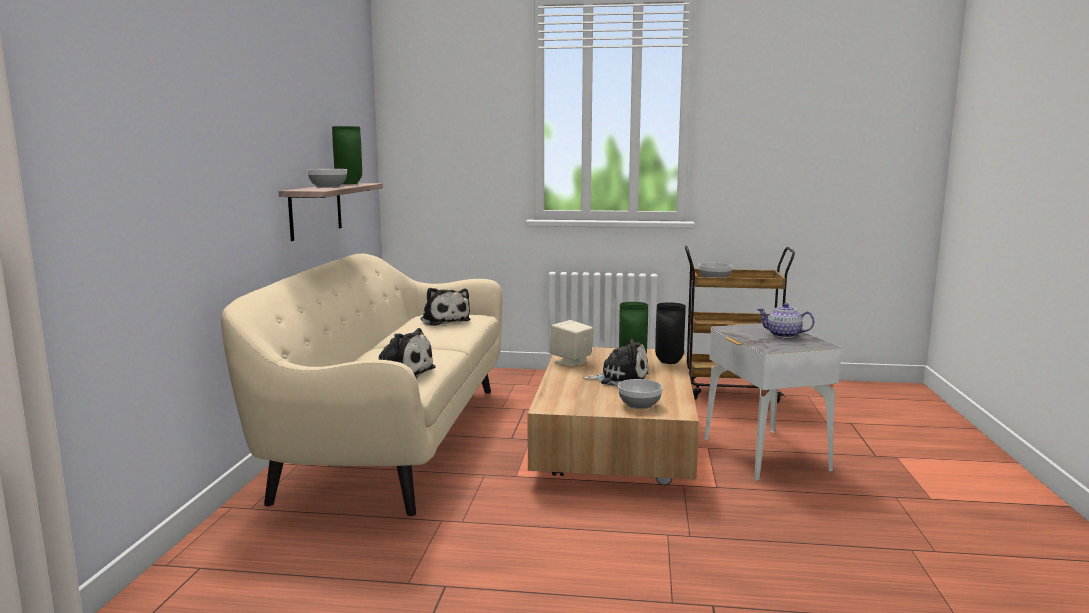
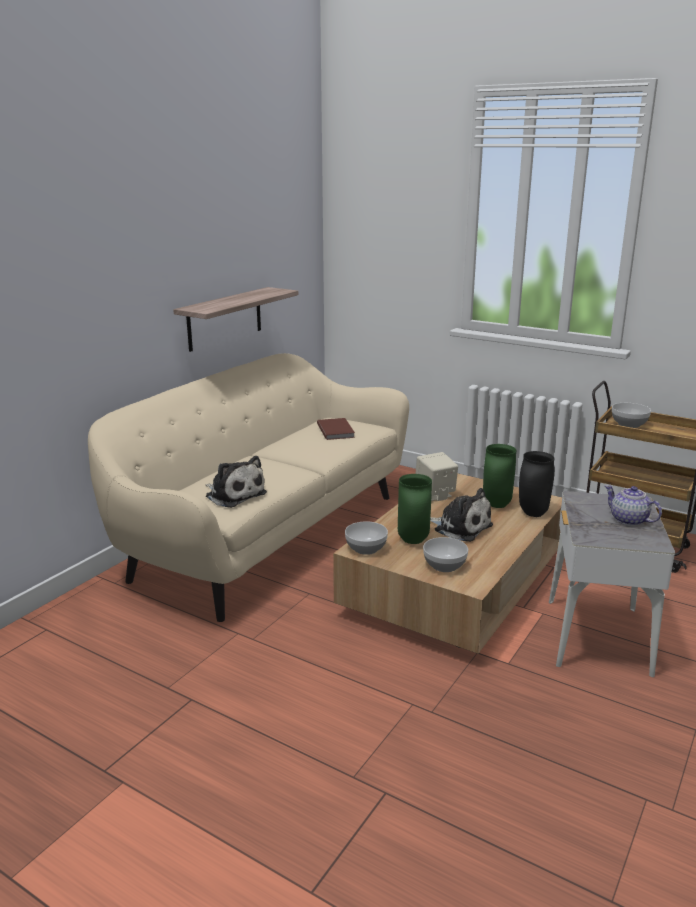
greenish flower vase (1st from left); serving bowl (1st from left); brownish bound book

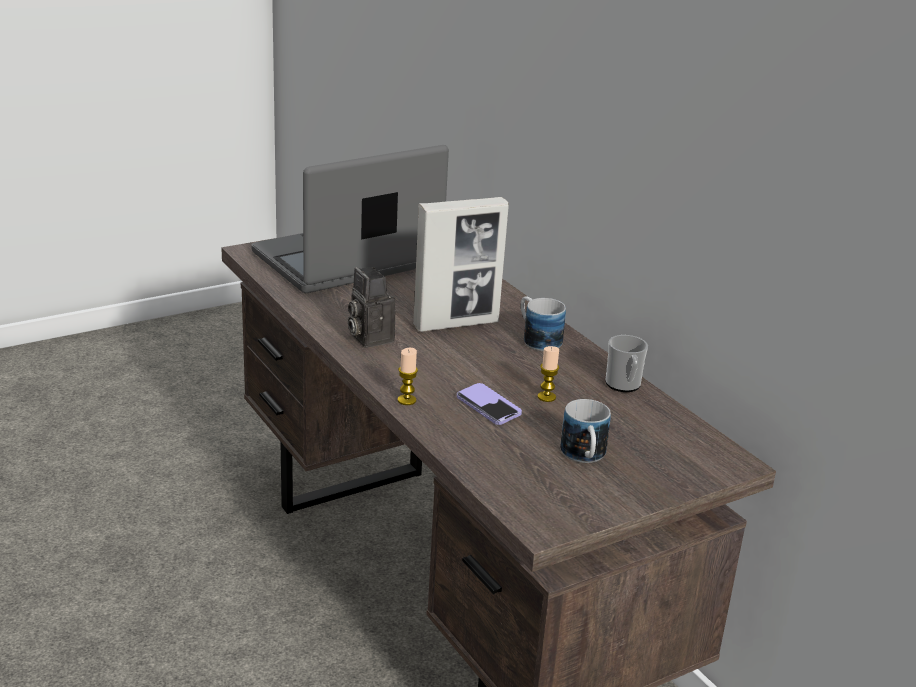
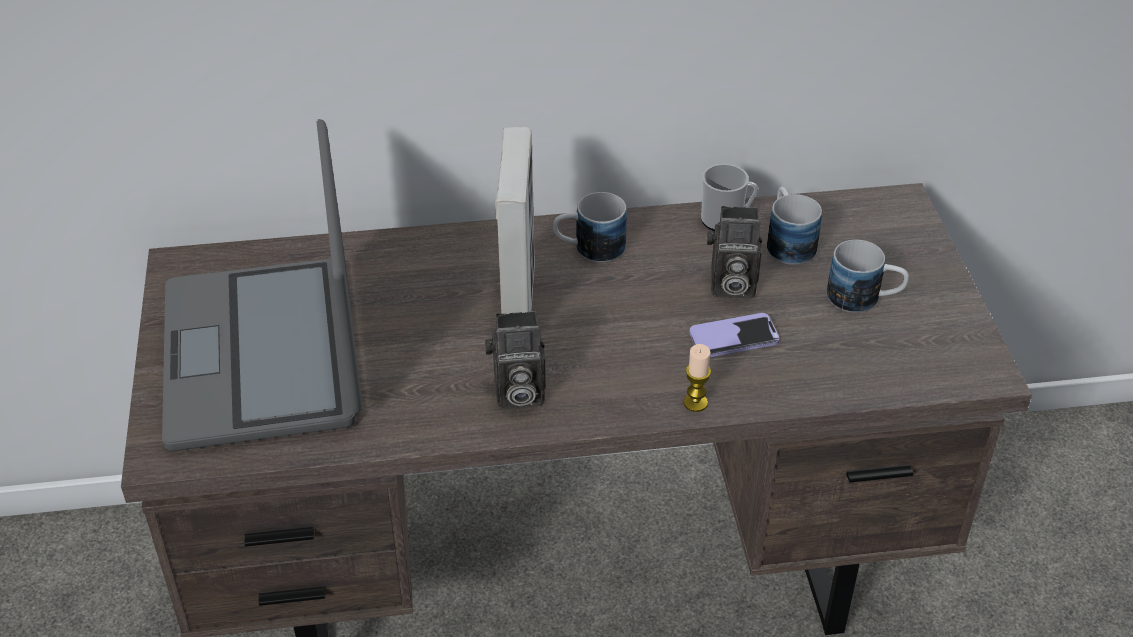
still camera (2nd from left); tea mug (3rd from left)

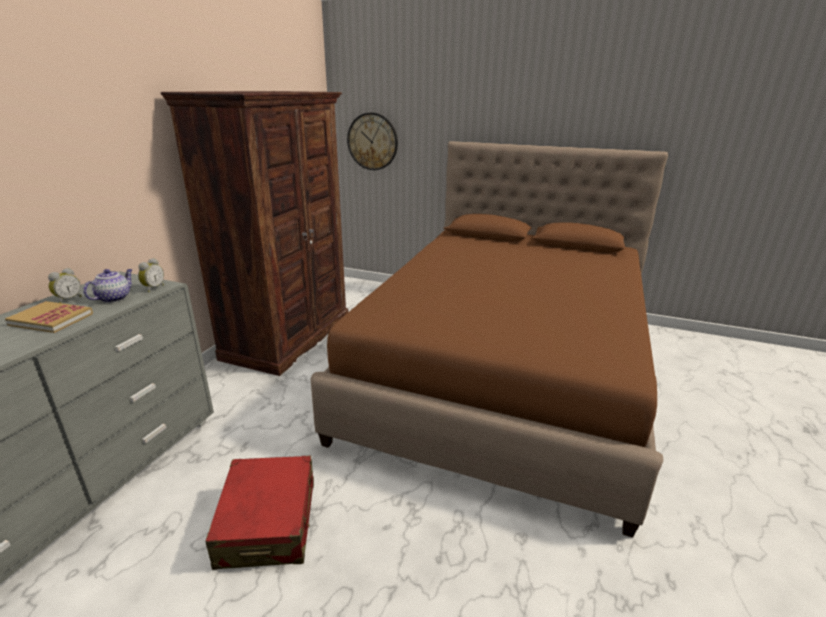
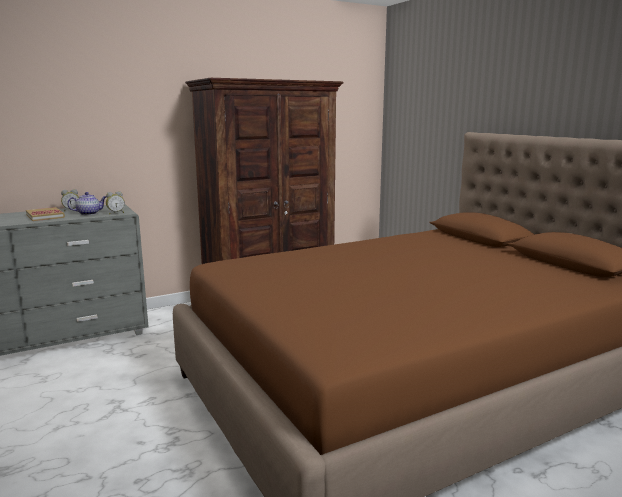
wall clock; reddish travel case

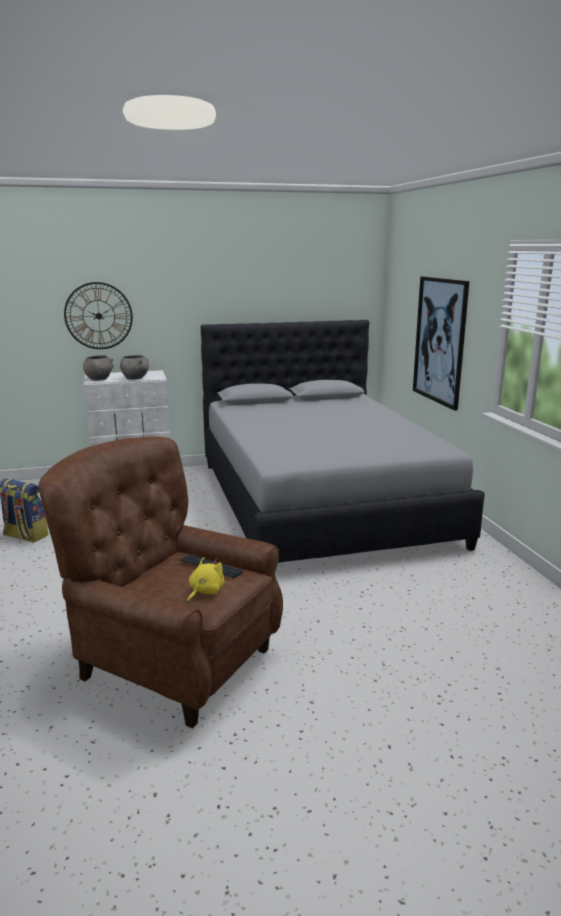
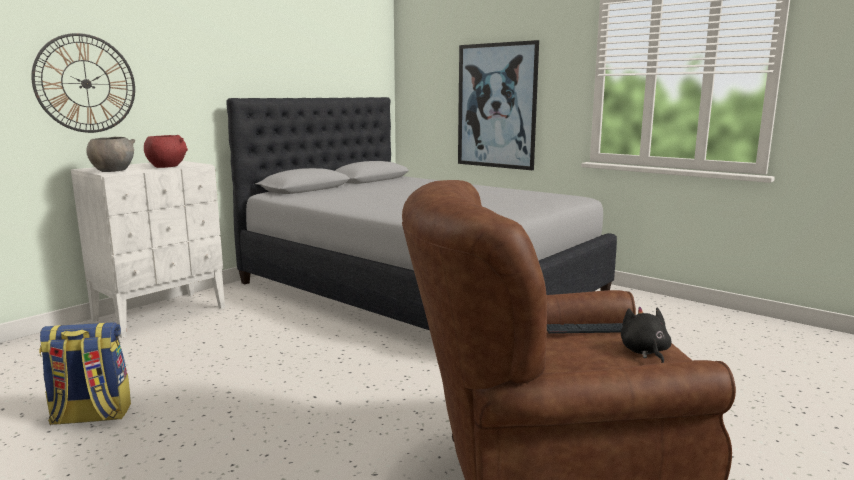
reddish serving bowl; black-coloured soft toy

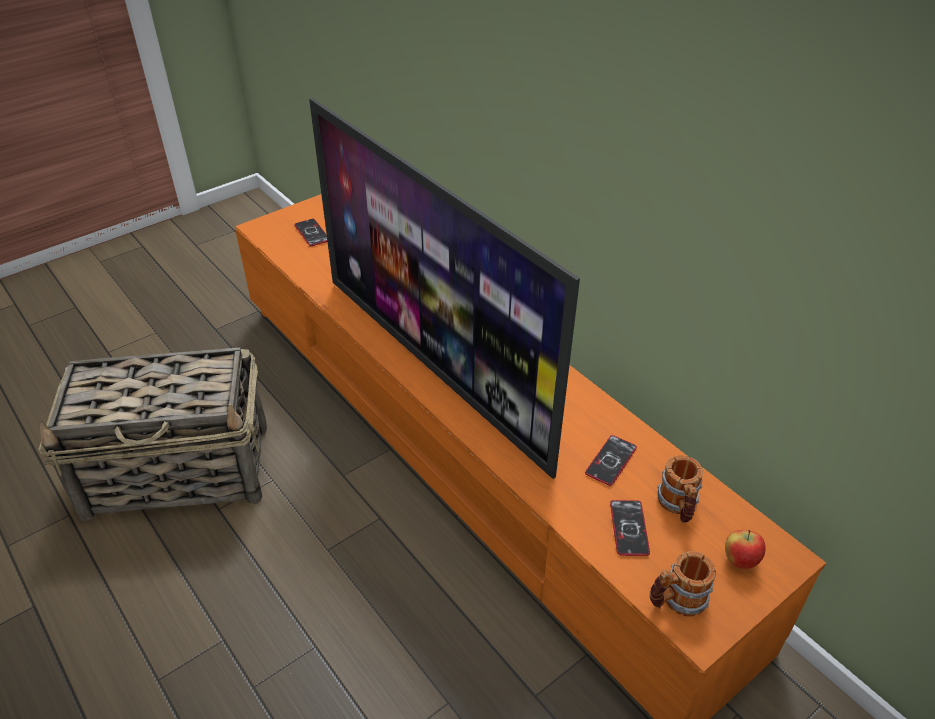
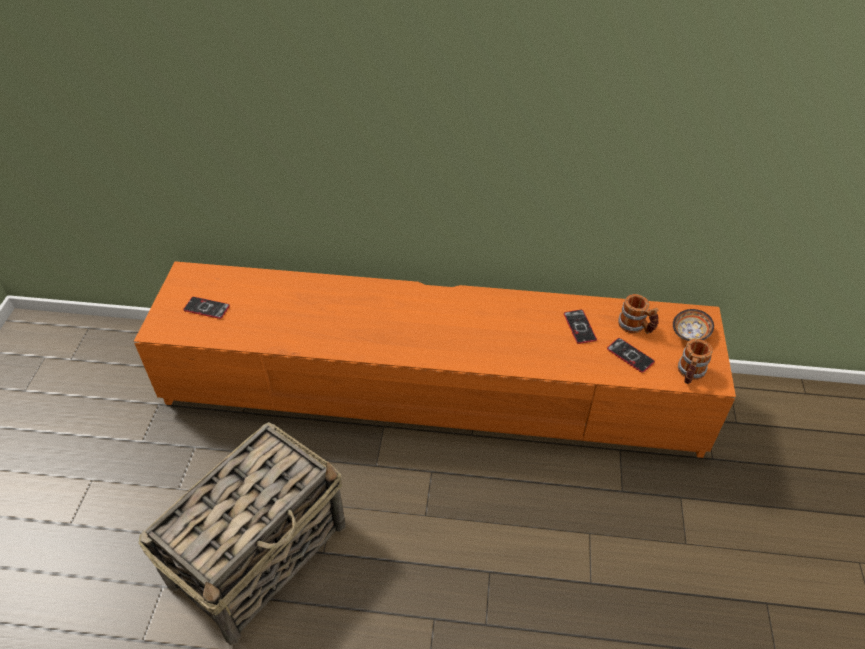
TV set; serving bowl

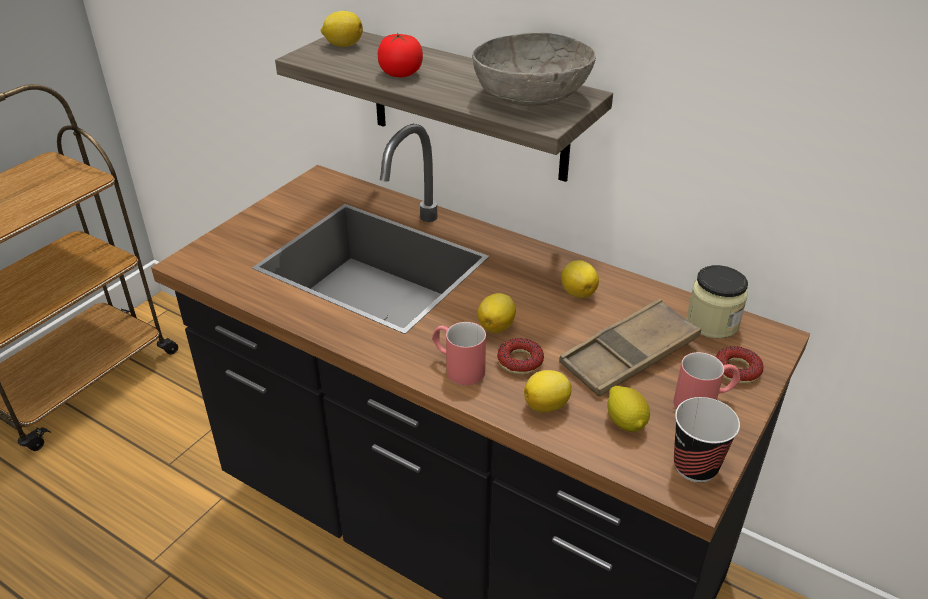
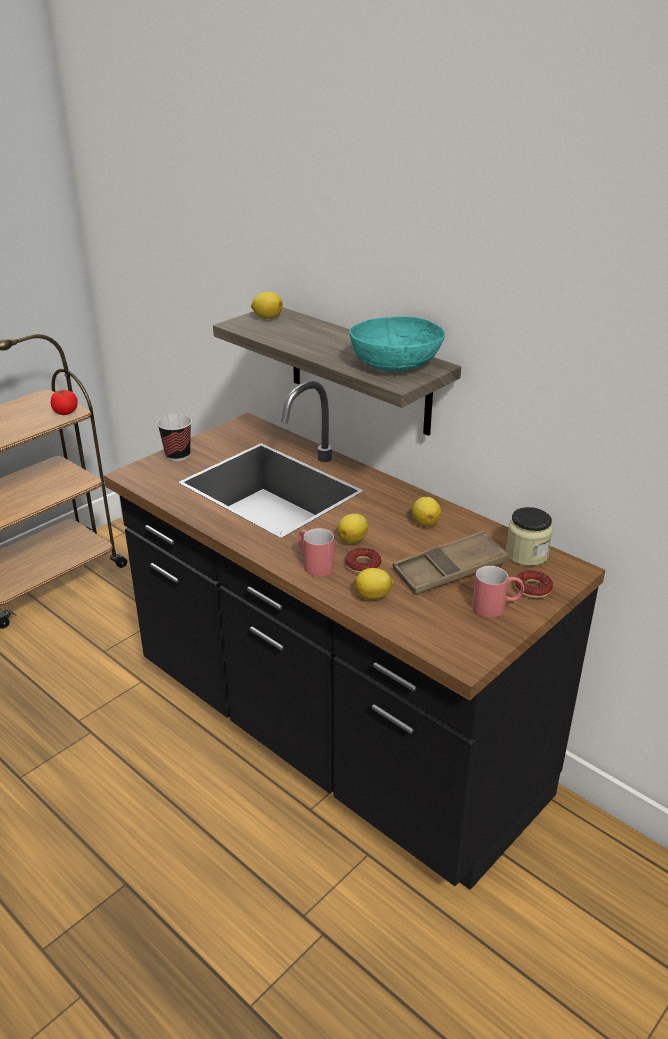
turquoise-coloured serving bowl; fresh tomato; lemon (5th from left in the first image); small cup

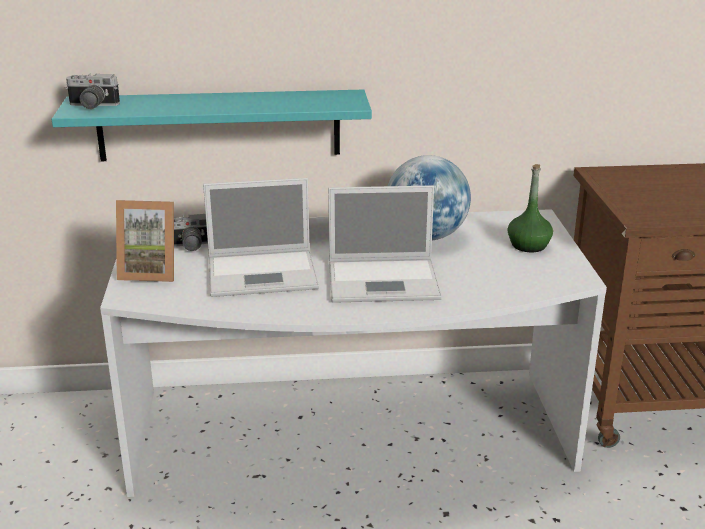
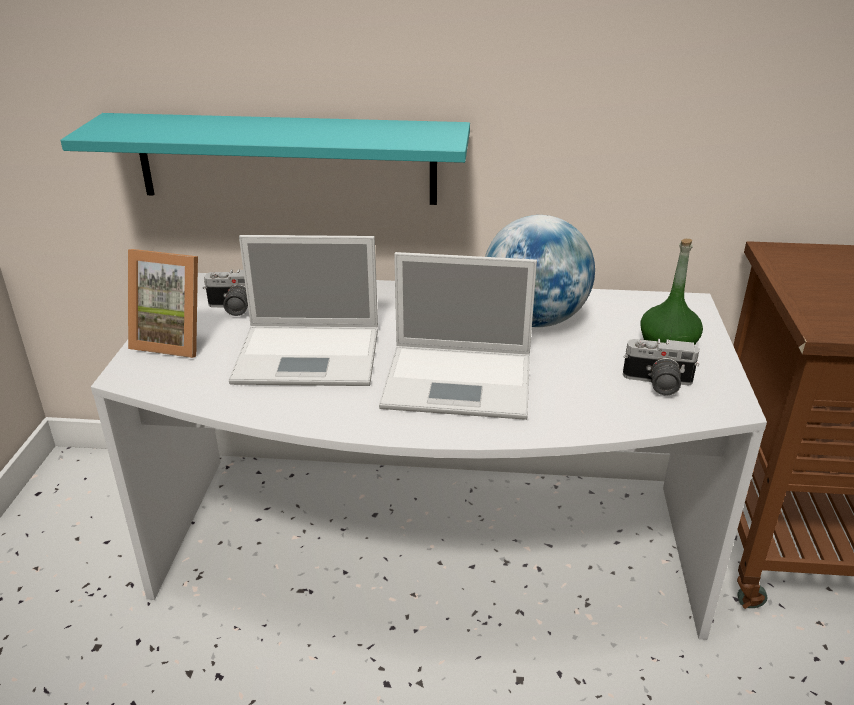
still camera (2nd from left)

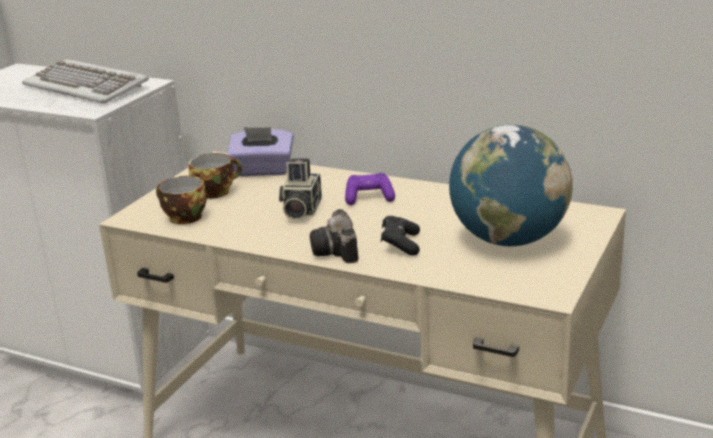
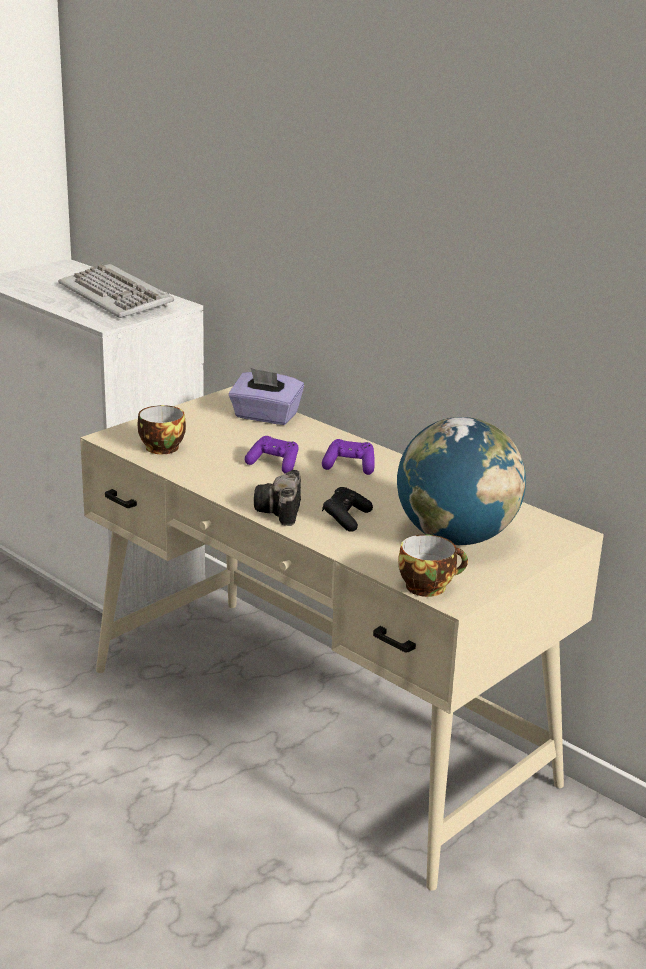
small cup (2nd from left); purple-coloured game controller (1st from left)

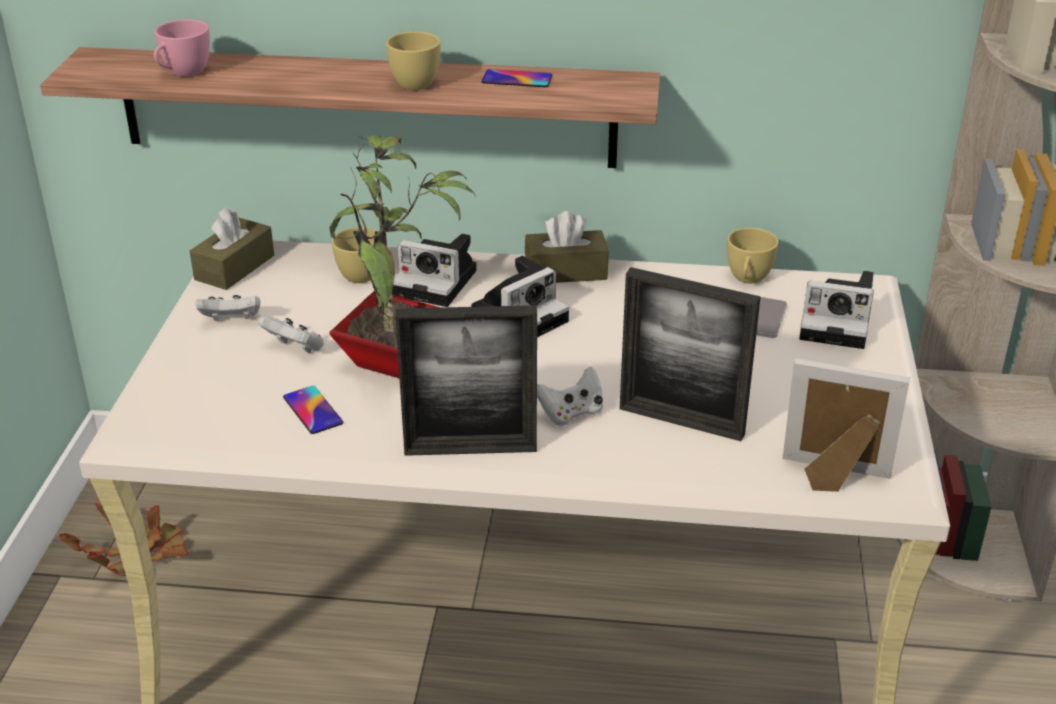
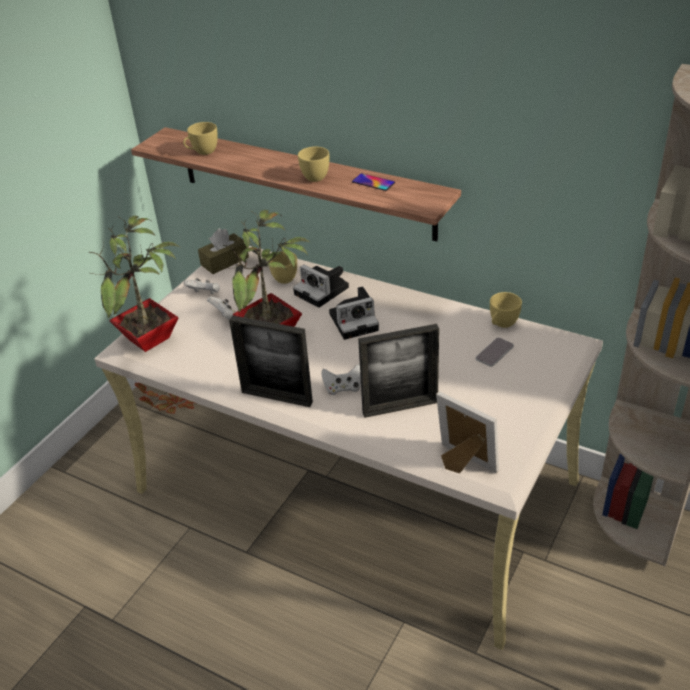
yellow-coloured small cup (1st from left); brownish box of tissues (2nd from left in the first image); photo frame (2nd from left); still camera (3rd from left in the first image); phone (1st from left in the first image); plant in a pot (1st from left)

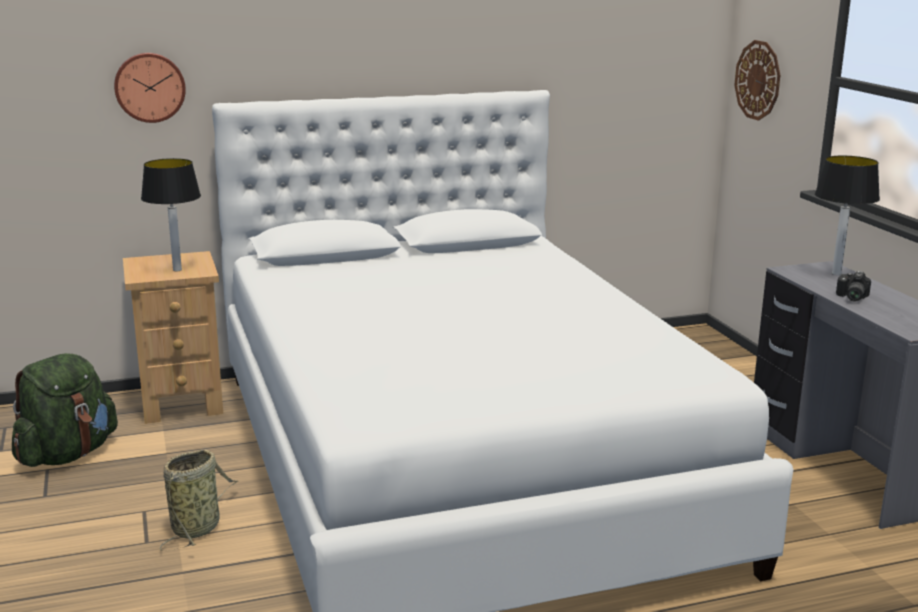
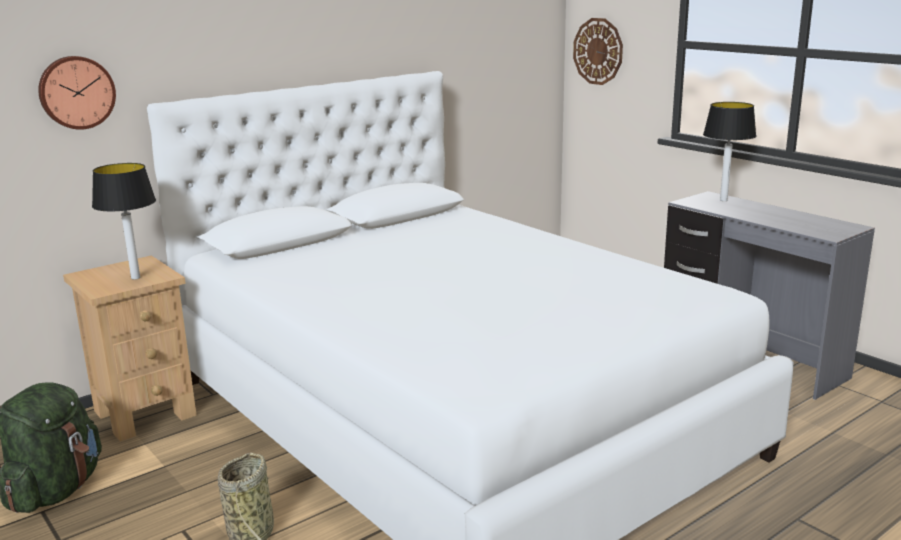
still camera

